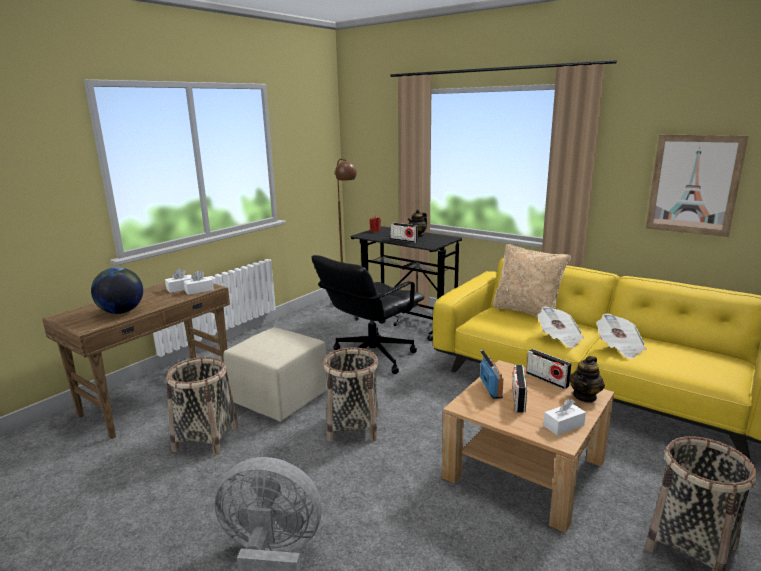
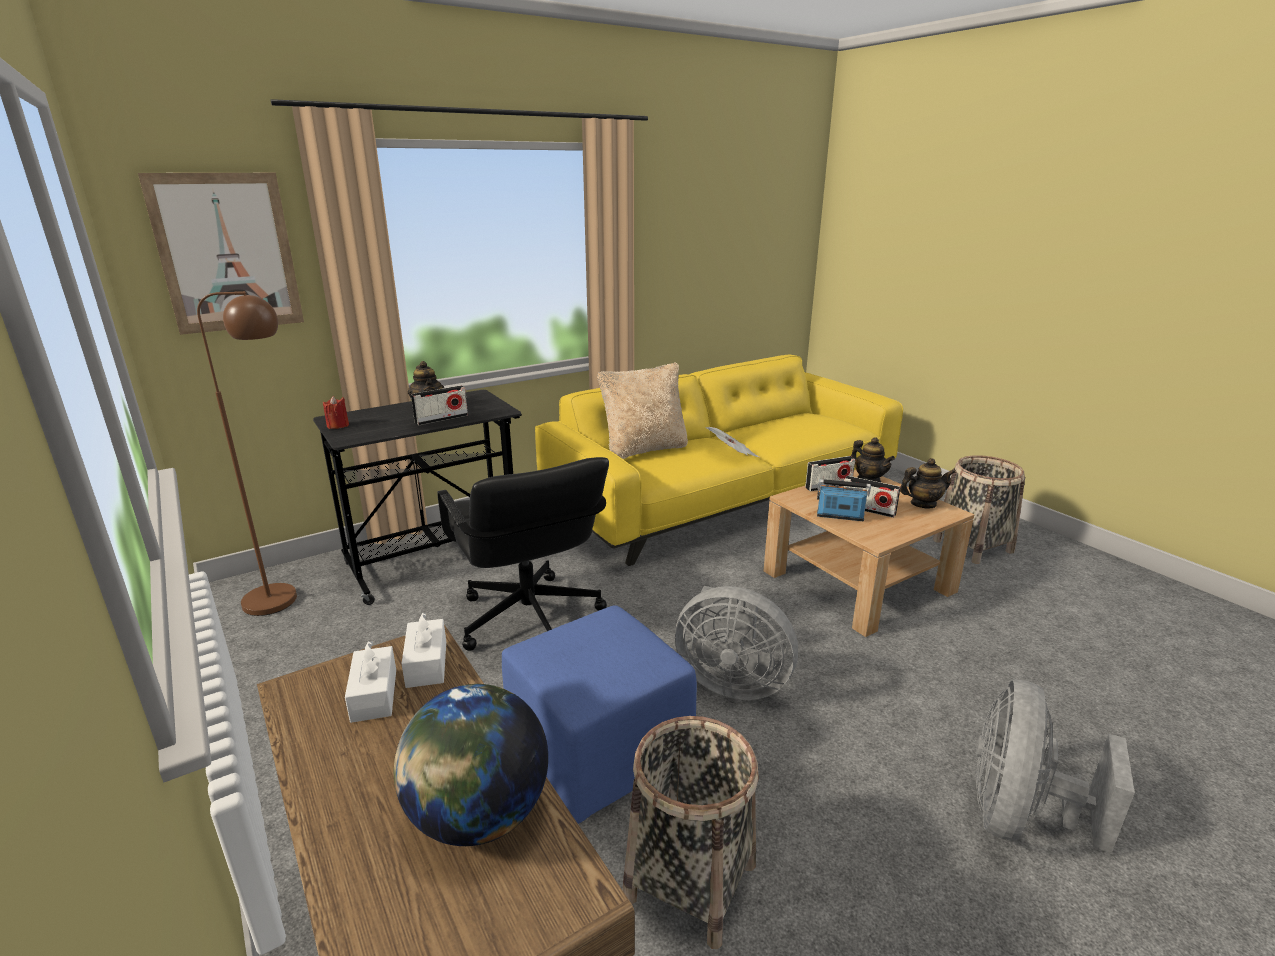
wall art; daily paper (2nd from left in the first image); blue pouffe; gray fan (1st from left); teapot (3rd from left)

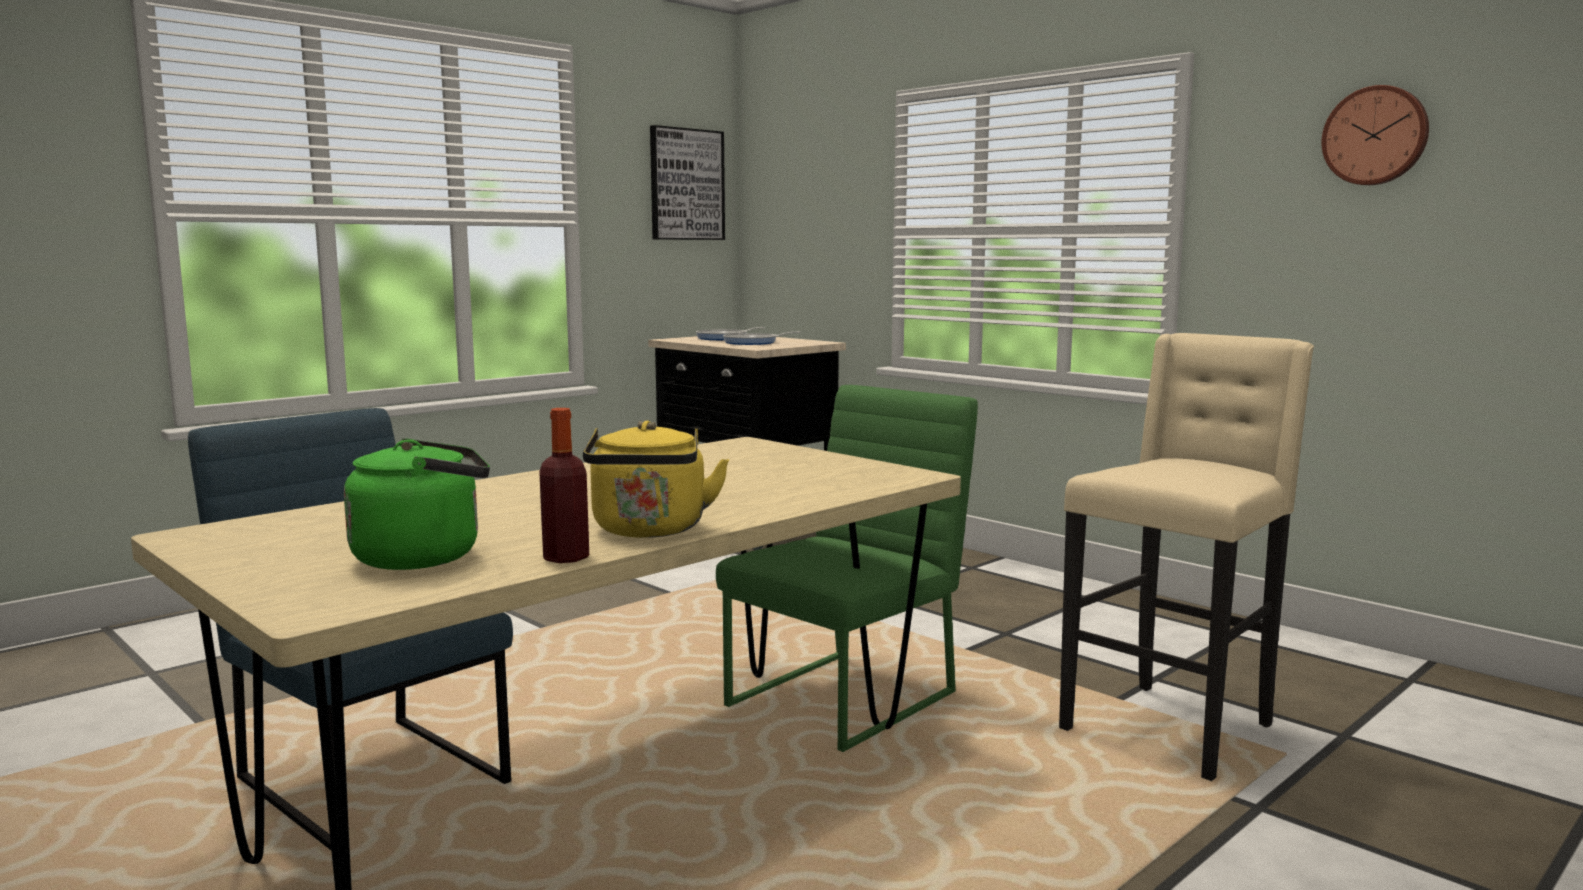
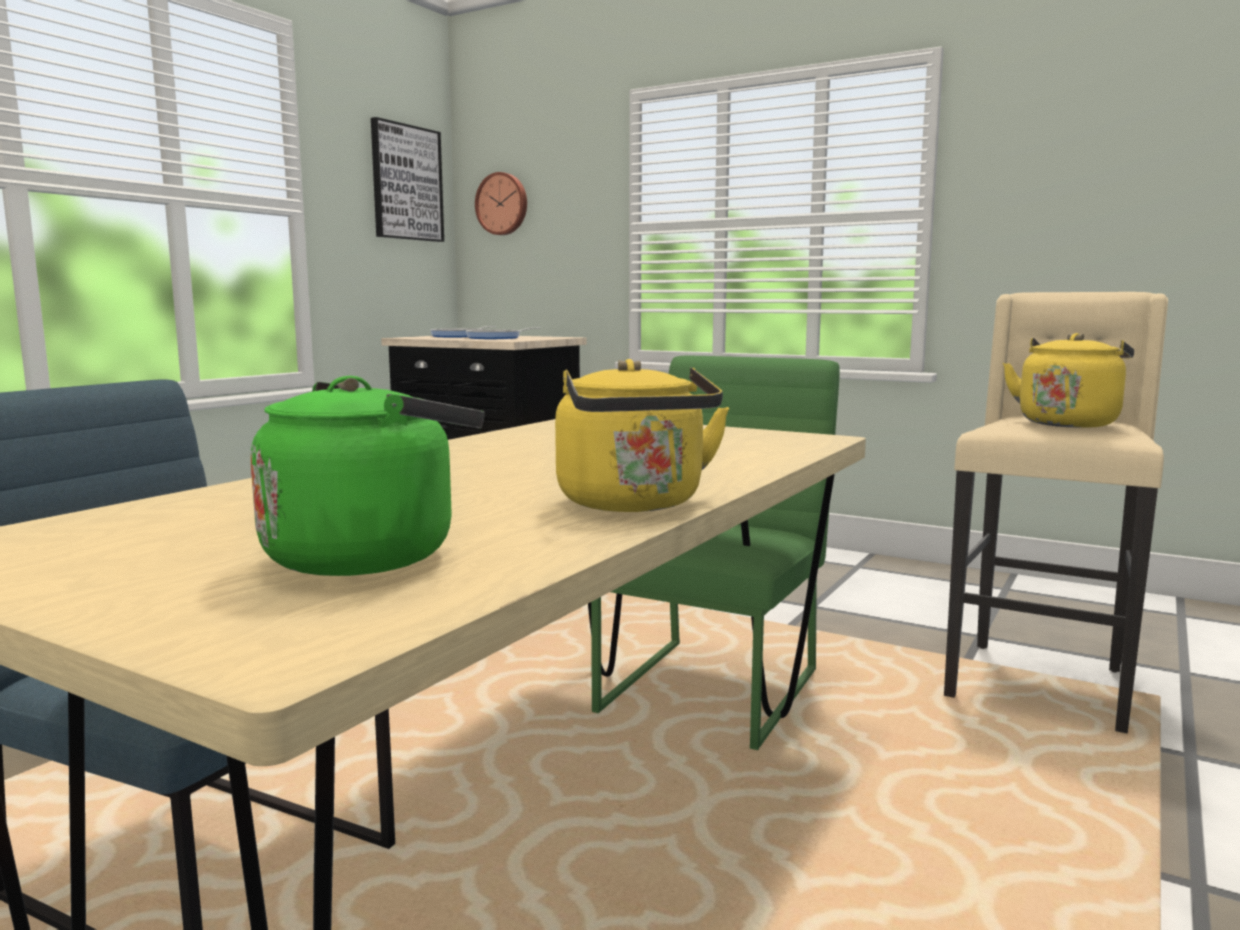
wall clock; beverage bottle; yellow-coloured water kettle (2nd from left)

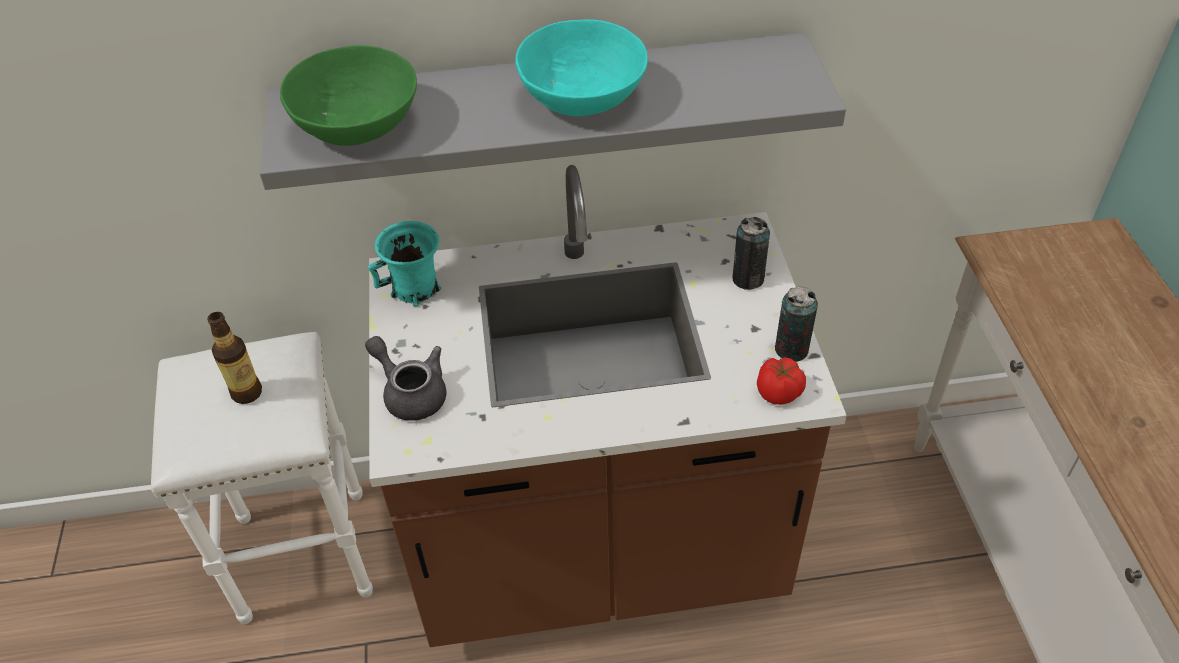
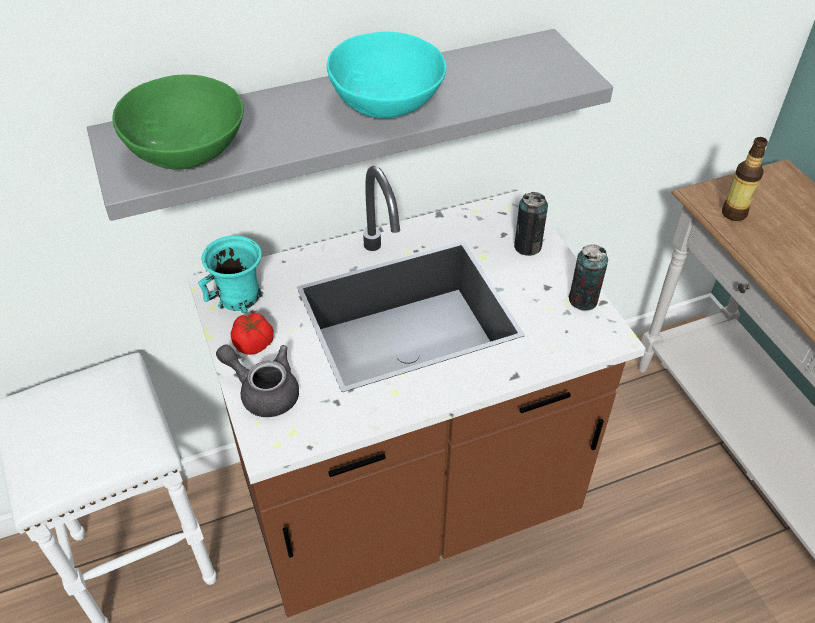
beverage bottle; fresh tomato

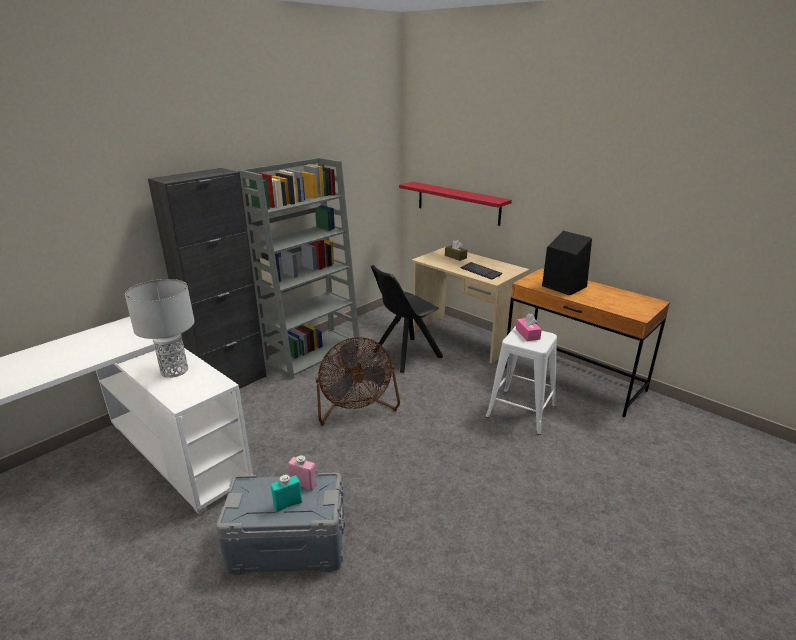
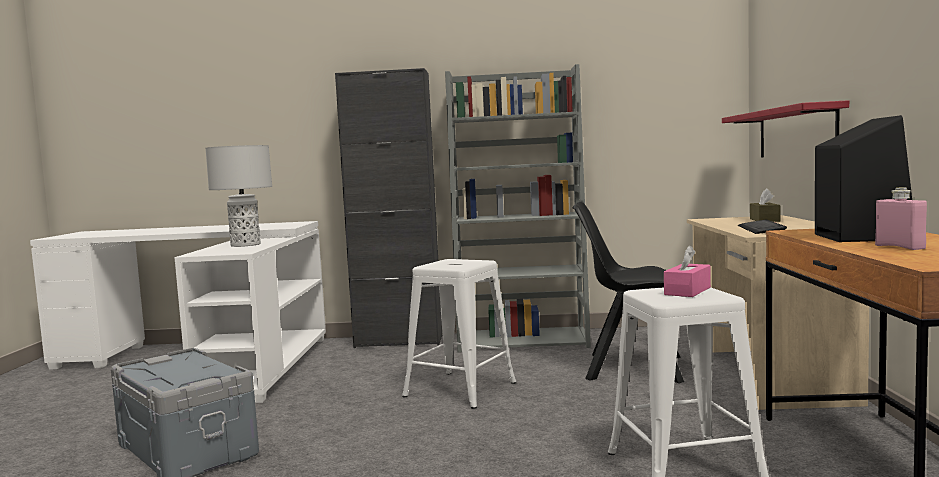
white sitting stool (1st from left); pink beverage bottle; turquoise-coloured beverage bottle

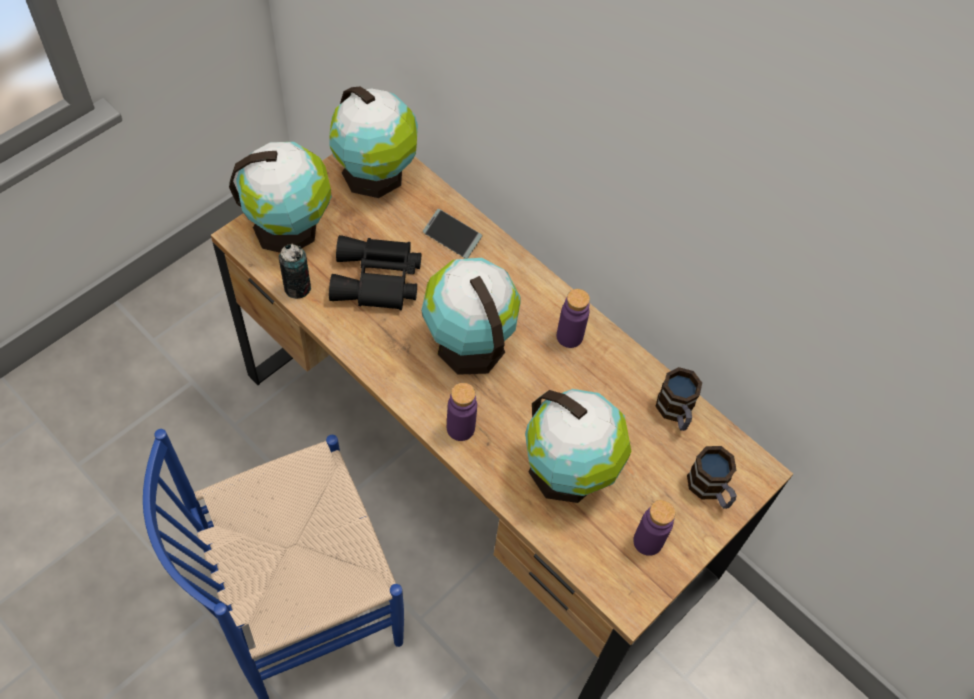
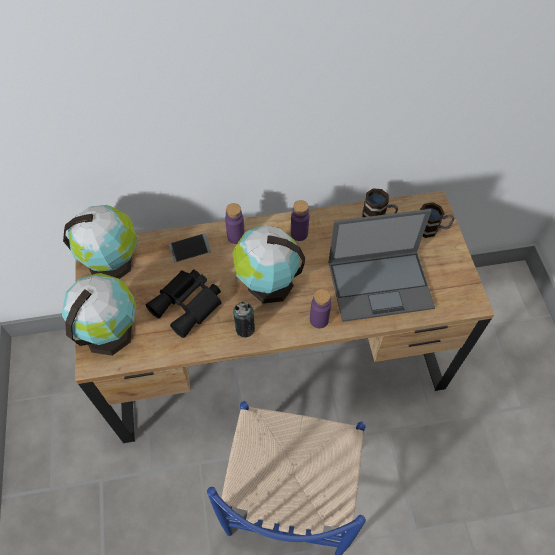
metal can; notebook computer; purple-coloured beverage bottle (1st from left)

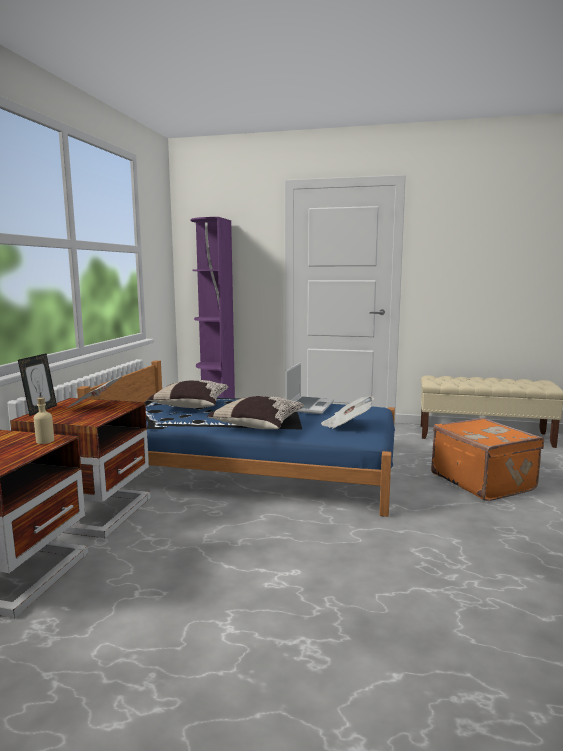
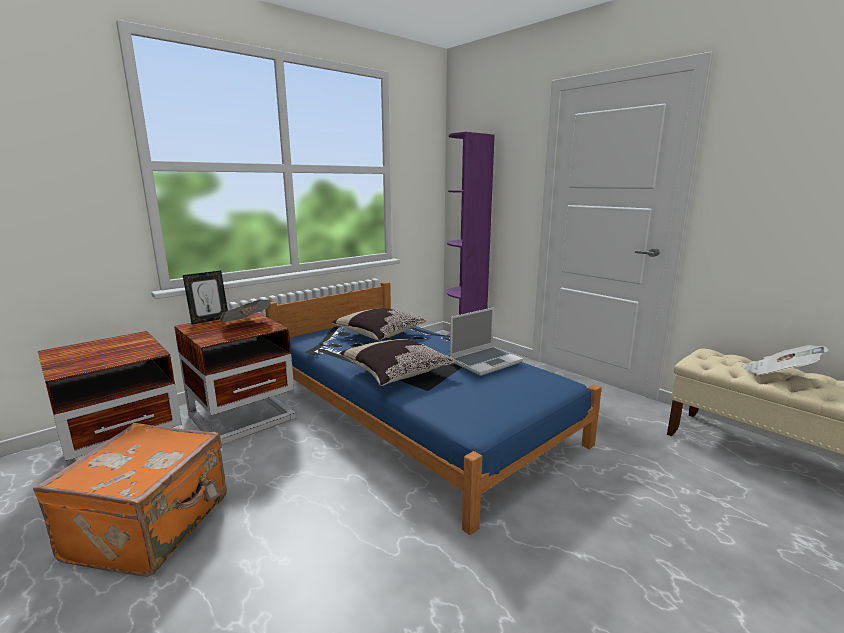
daily paper (2nd from left); sand-coloured beverage bottle; orangey travel case

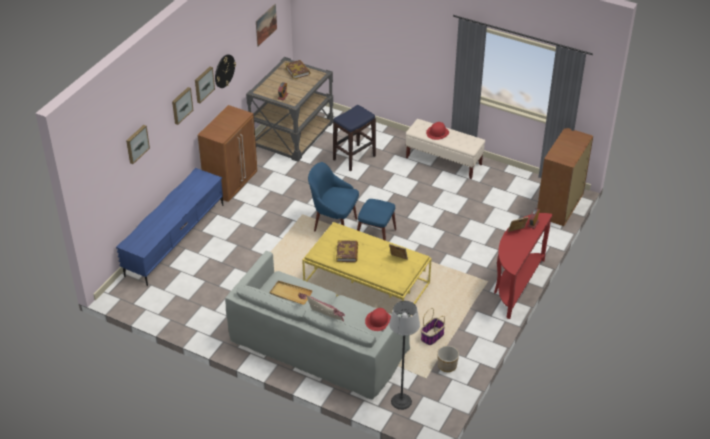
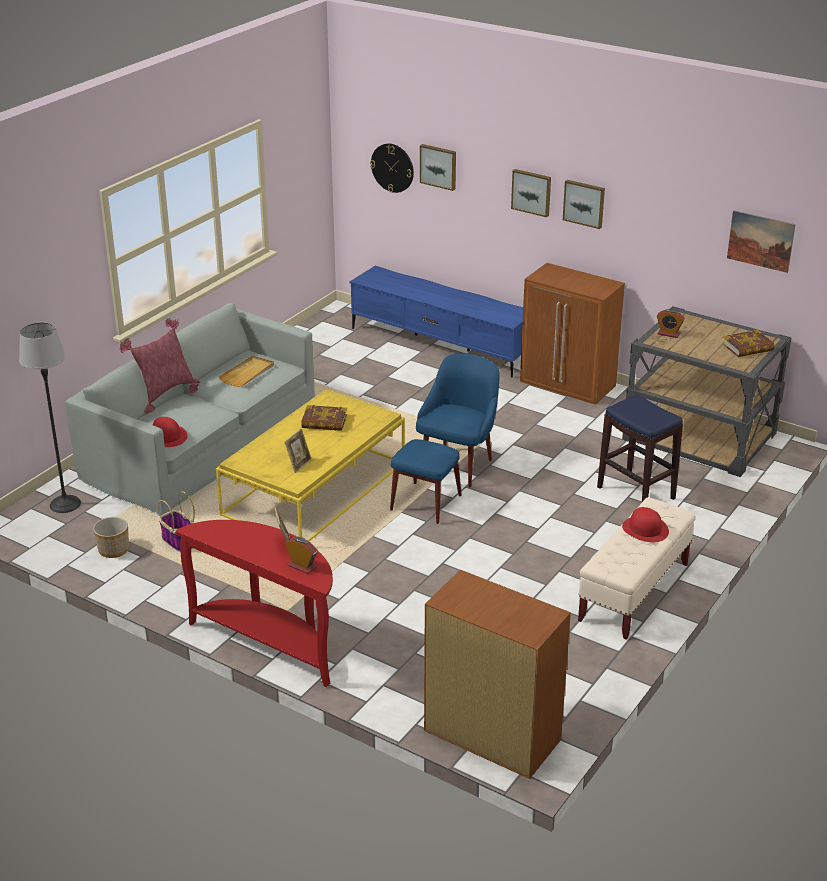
wall clock

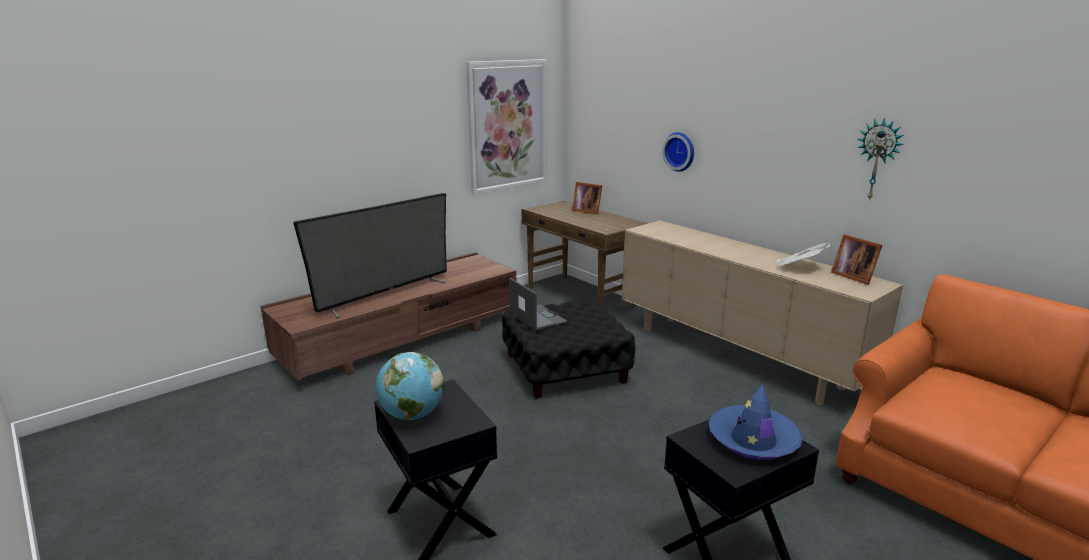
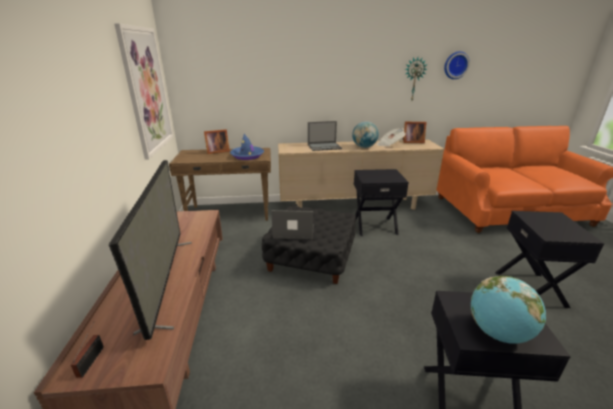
wall clock (2nd from left); blue wearable hat; notebook computer (2nd from left); globe (1st from left); black-coloured end table (1st from left); radio receiver

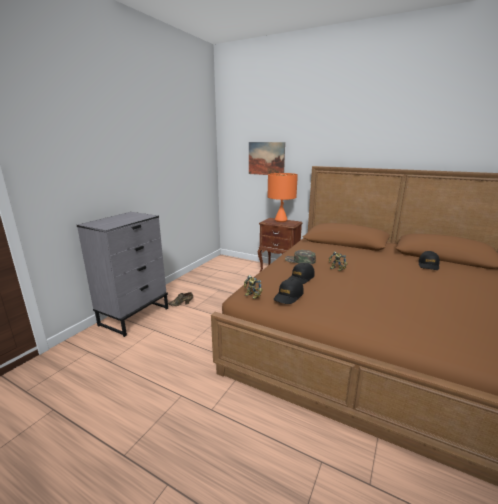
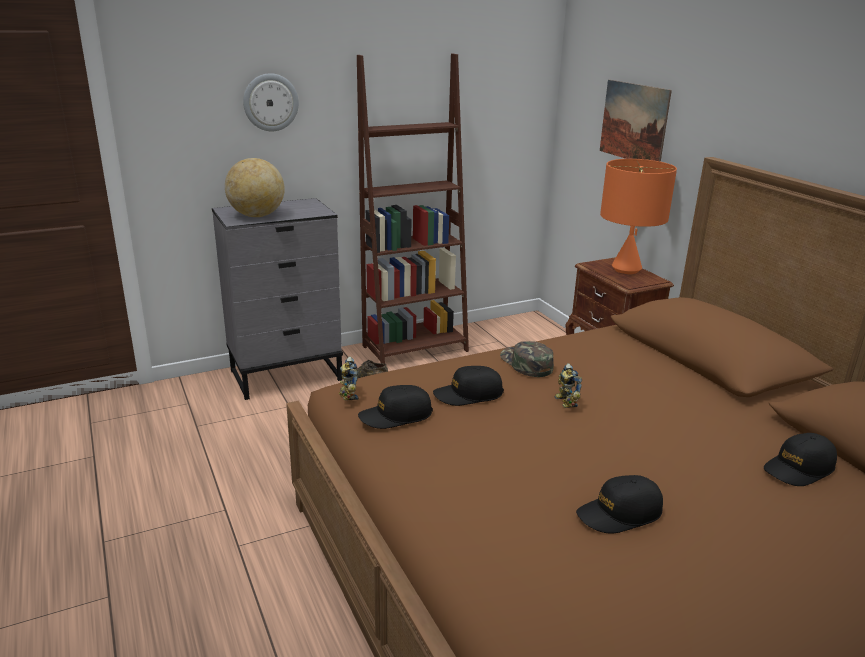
brownish bookshelf; wall clock; globe; black-coloured baseball cap (3rd from left)

